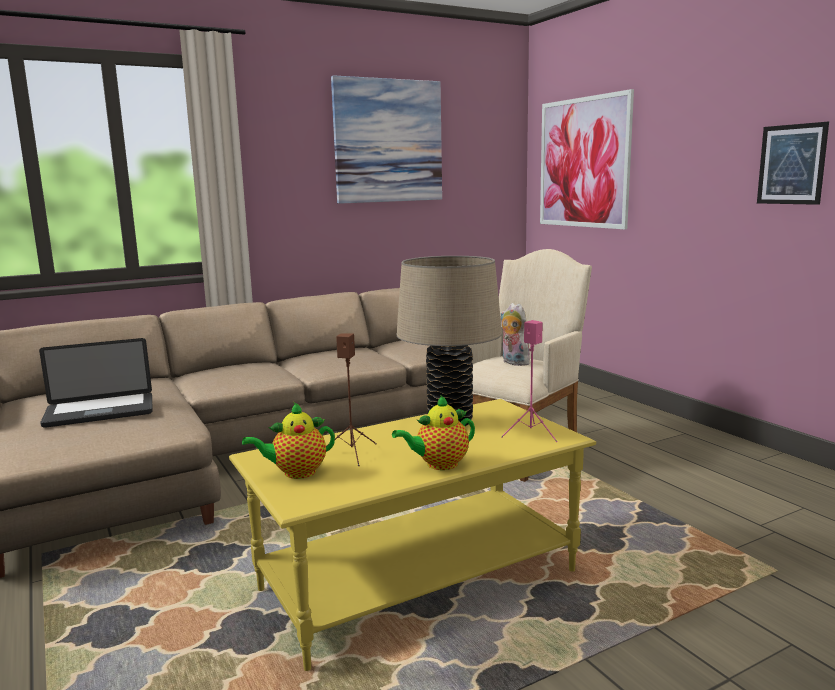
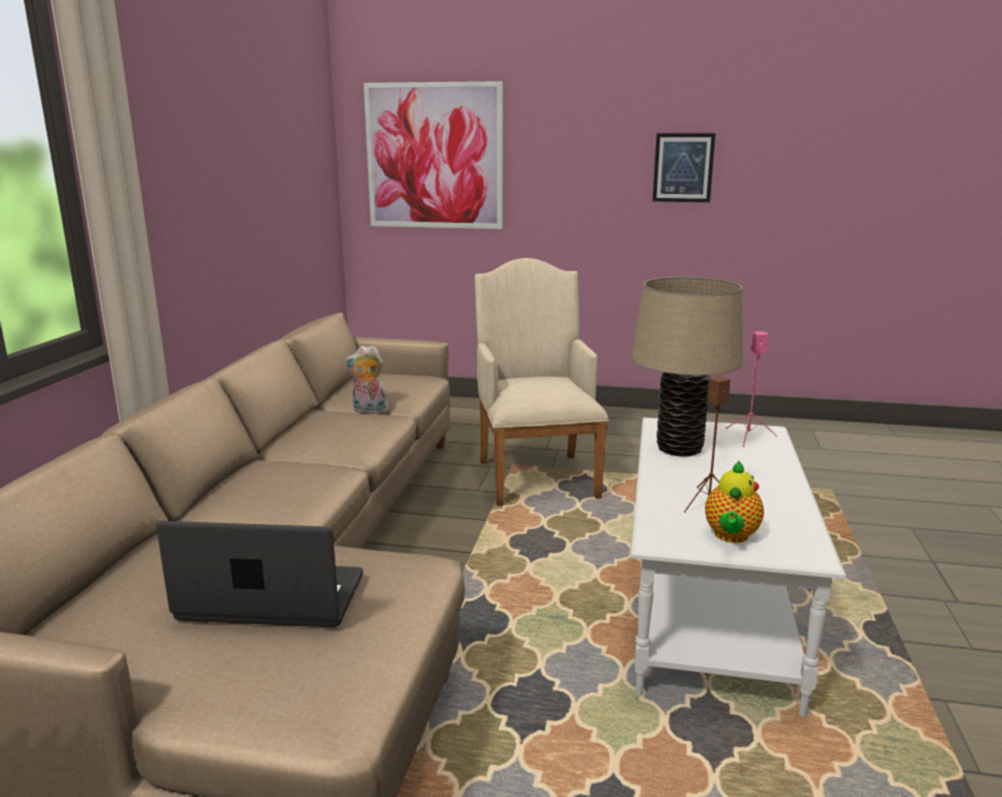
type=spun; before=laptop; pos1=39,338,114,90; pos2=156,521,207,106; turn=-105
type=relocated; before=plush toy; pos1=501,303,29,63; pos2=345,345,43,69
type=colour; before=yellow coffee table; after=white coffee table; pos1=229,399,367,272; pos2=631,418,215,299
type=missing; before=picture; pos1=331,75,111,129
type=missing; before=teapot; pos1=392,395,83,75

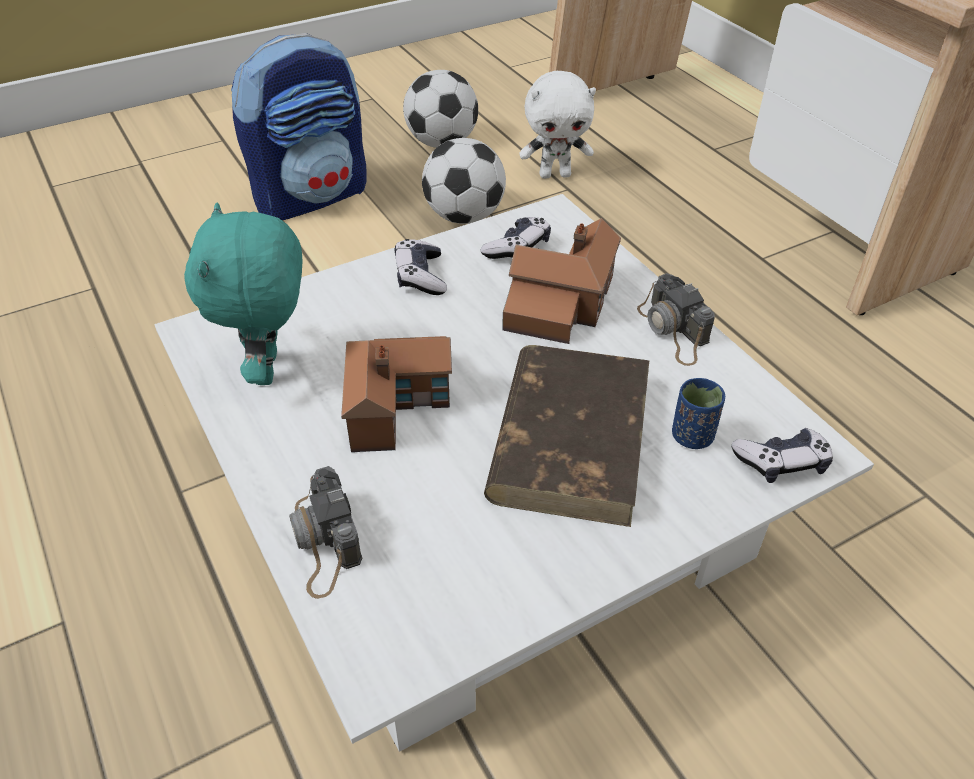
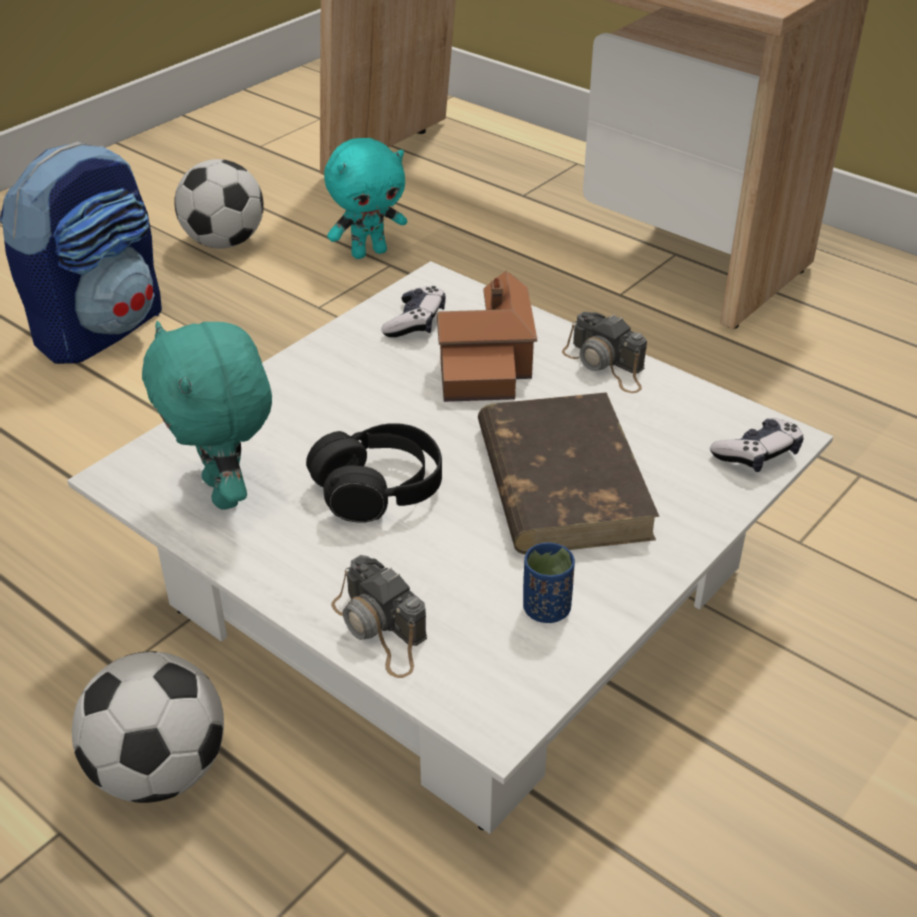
type=relocated; before=football; pos1=422,138,84,86; pos2=72,651,152,152
type=exchanged; before=toy house; after=black headphones; pos1=341,336,111,116; pos2=306,423,136,100
type=colour; before=white plush toy; after=turquoise plush toy; pos1=519,71,77,108; pos2=324,138,83,121
type=relocated; before=blue cup; pos1=672,378,53,71; pos2=523,542,52,81
type=missing; before=game controller; pos1=395,239,52,56

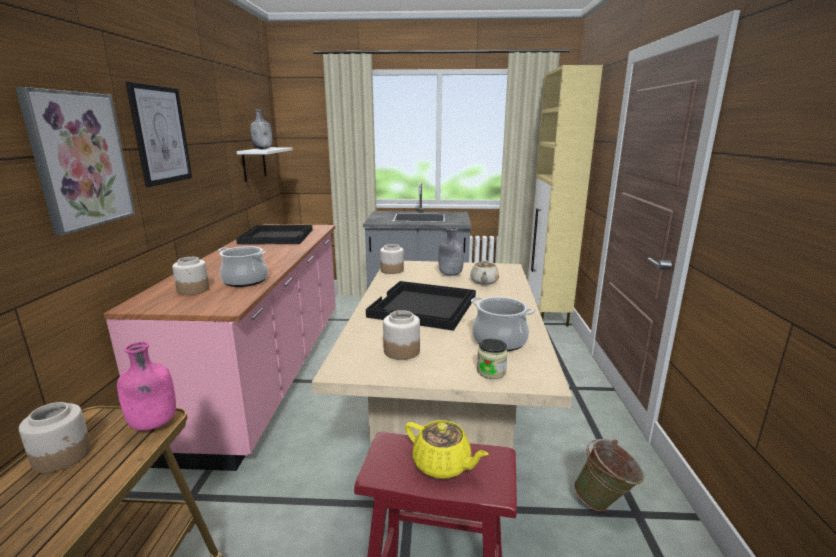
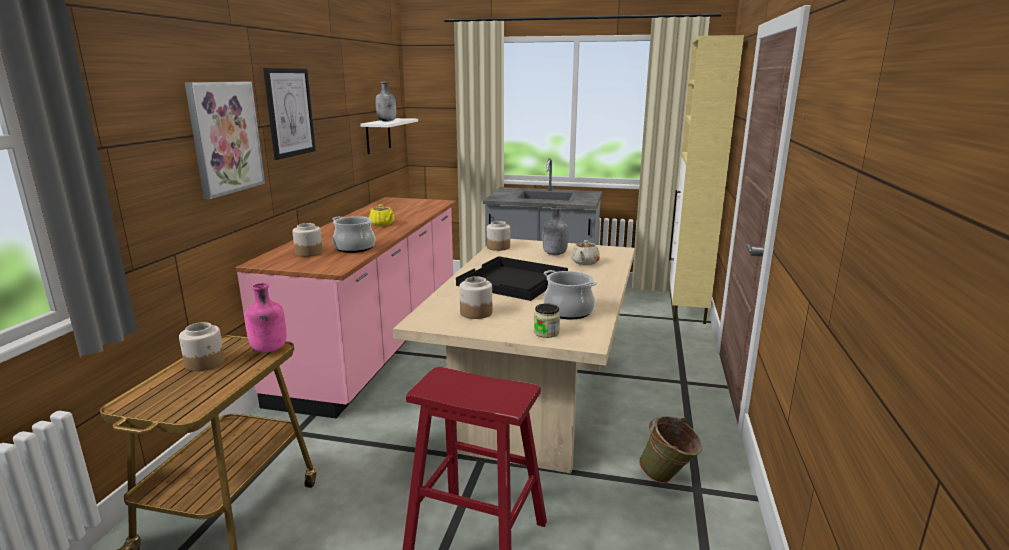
type=relocated; before=yellow teapot; pos1=405,420,84,59; pos2=369,205,26,21
type=missing; before=black tray; pos1=236,225,76,20

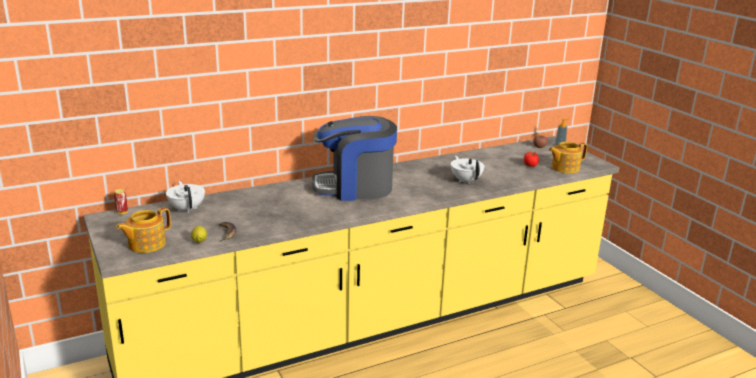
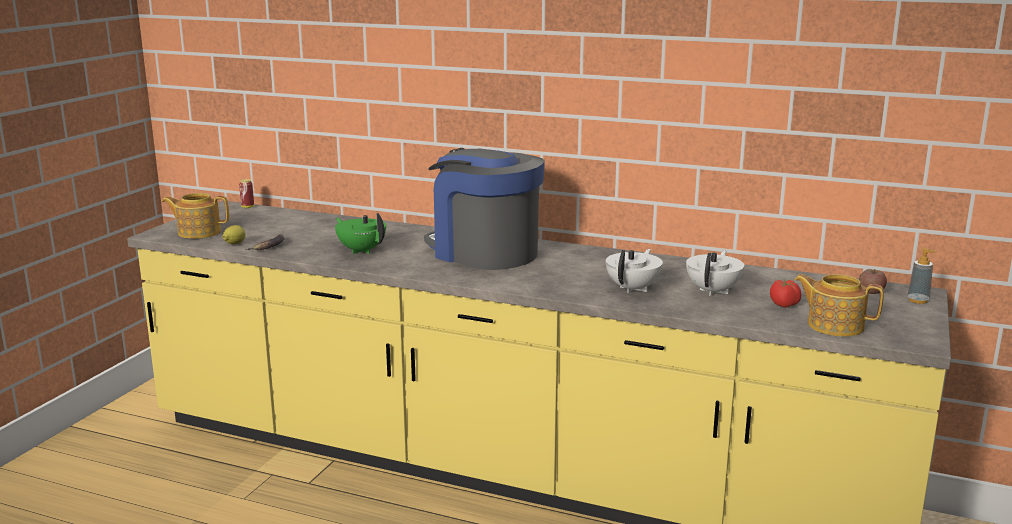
type=appeared; after=green teapot; pos2=335,213,51,41
type=relocated; before=white teapot; pos1=166,181,39,32; pos2=686,250,58,46

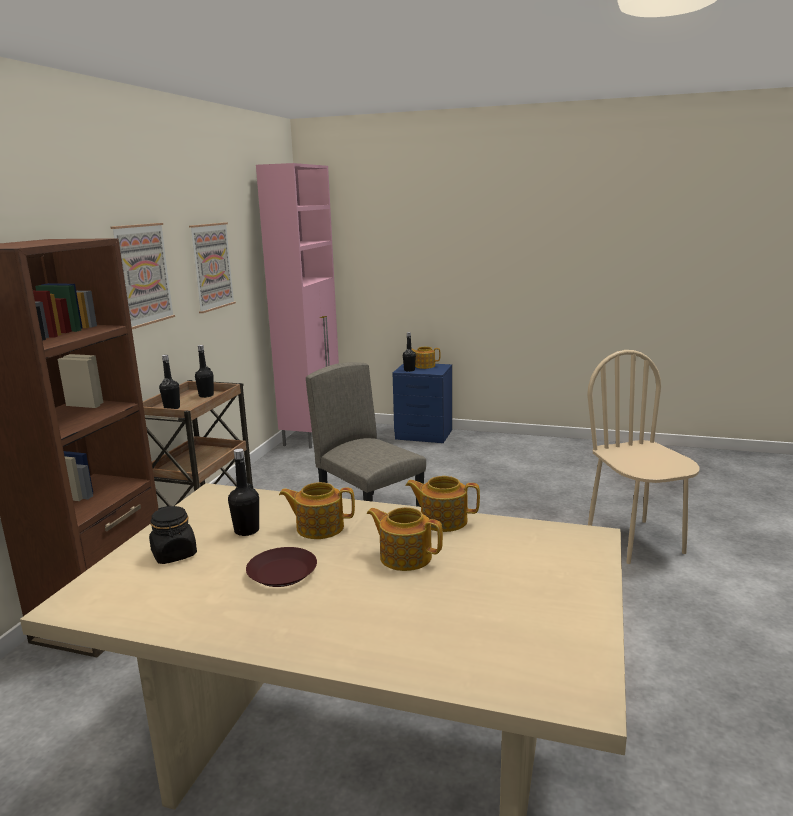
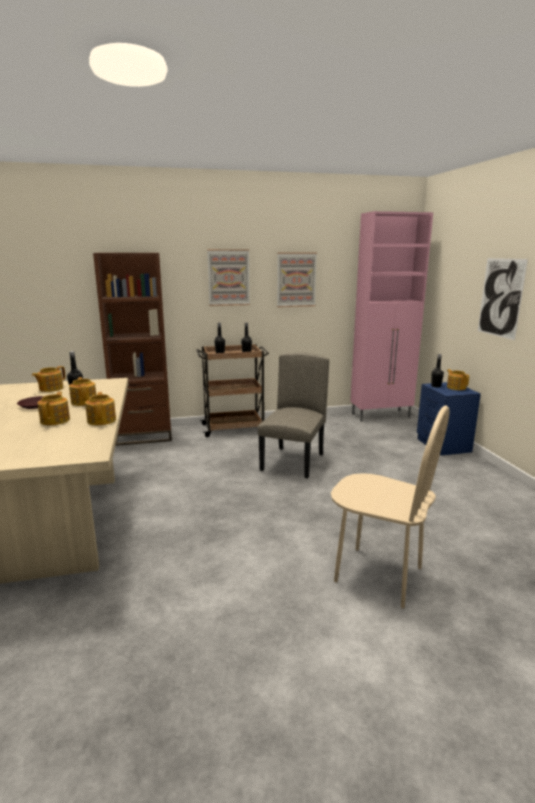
type=exchanged; before=black jar; after=teapot; pos1=149,506,48,58; pos2=32,366,34,26
type=spun; before=beige chair; pos1=587,350,113,214; pos2=331,406,119,202; turn=75
type=appeared; after=picture; pos2=478,258,50,82

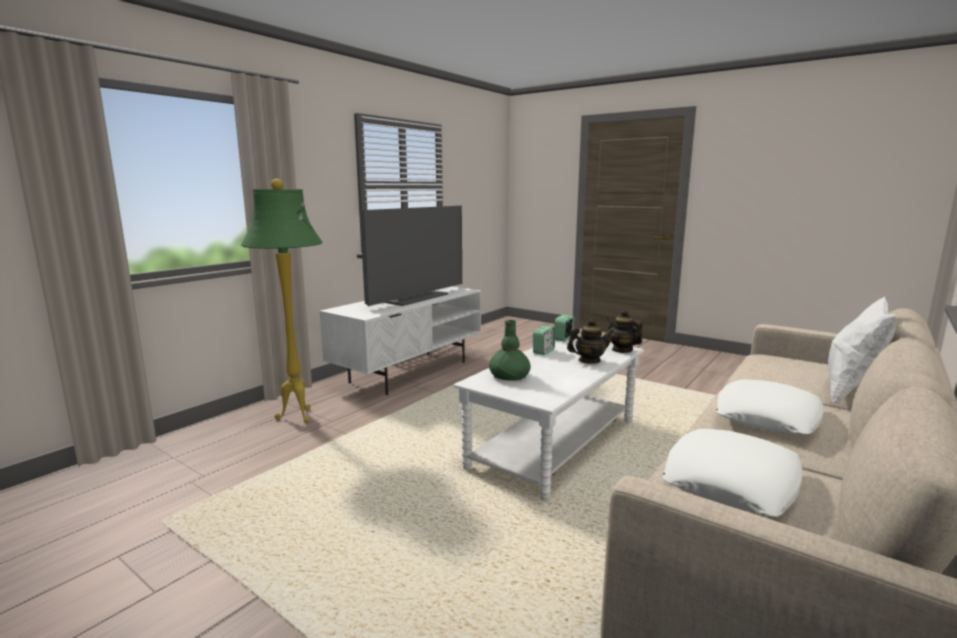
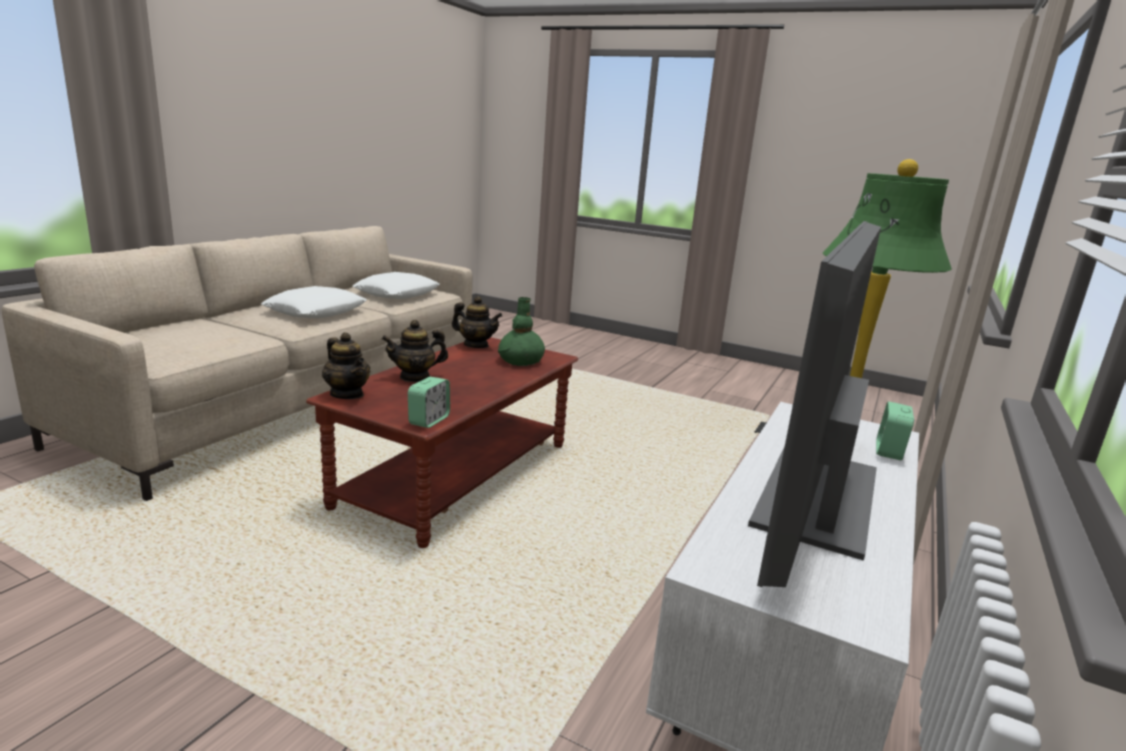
type=colour; before=white coffee table; after=brown coffee table; pos1=453,339,191,161; pos2=306,337,272,211
type=appeared; after=teapot; pos2=452,296,50,52
type=relocated; before=alarm clock; pos1=533,326,22,29; pos2=876,401,38,59
type=missing; before=white pillow; pos1=828,297,69,106

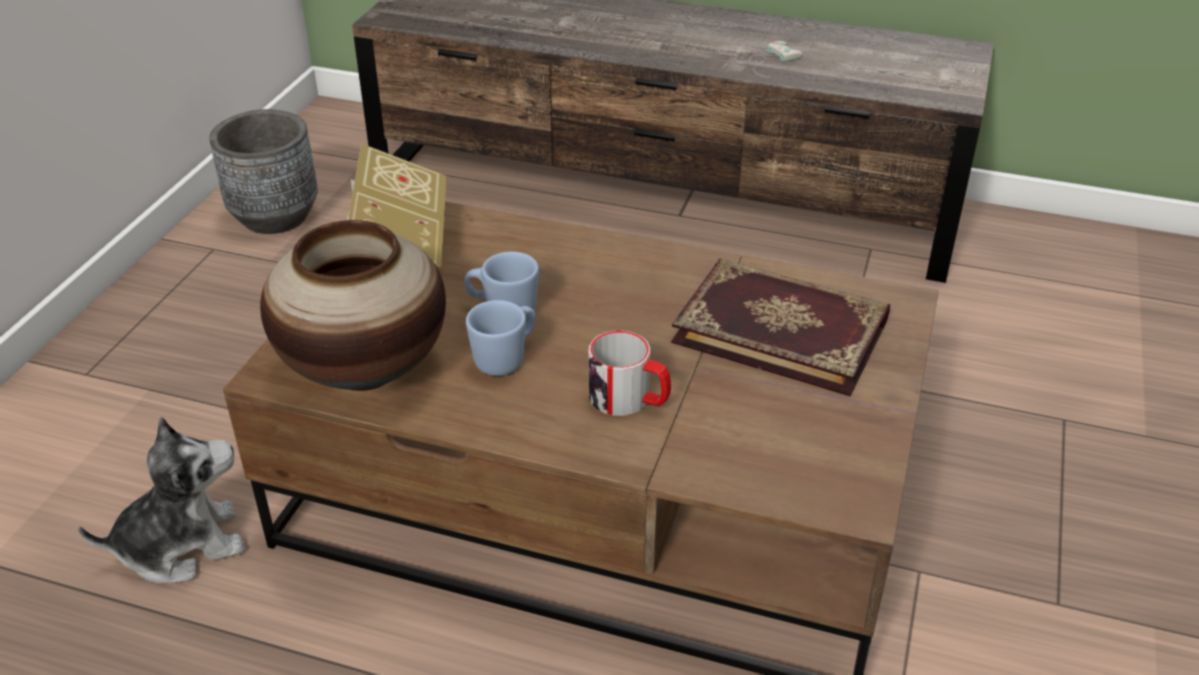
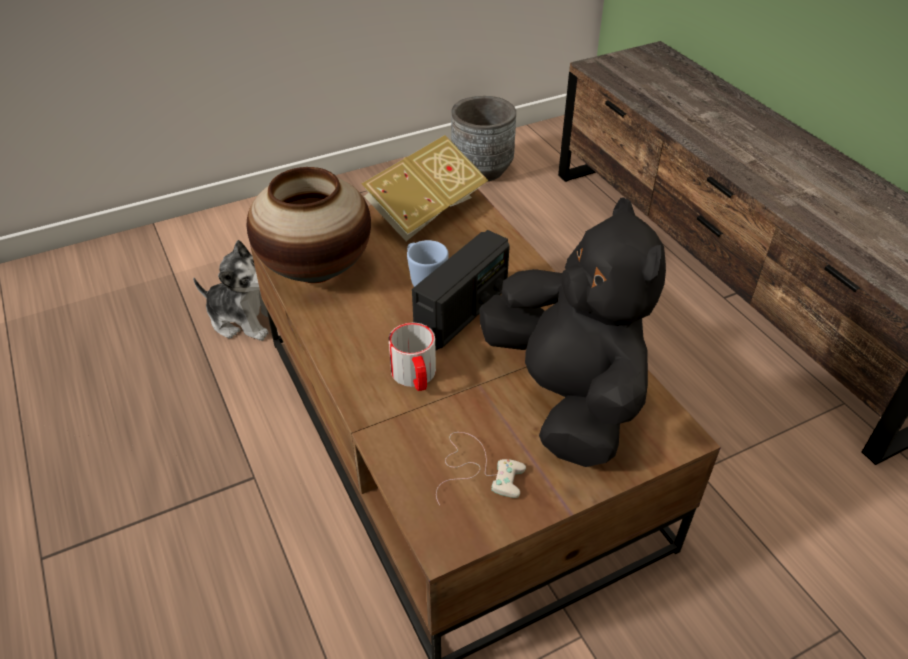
type=appeared; after=radio; pos2=412,230,98,121
type=relocated; before=white game controller; pos1=719,41,84,36; pos2=436,432,90,73
type=exchanged; before=book; after=black plush toy; pos1=671,259,219,137; pos2=479,197,187,270
type=missing; before=blue mug; pos1=466,300,70,76

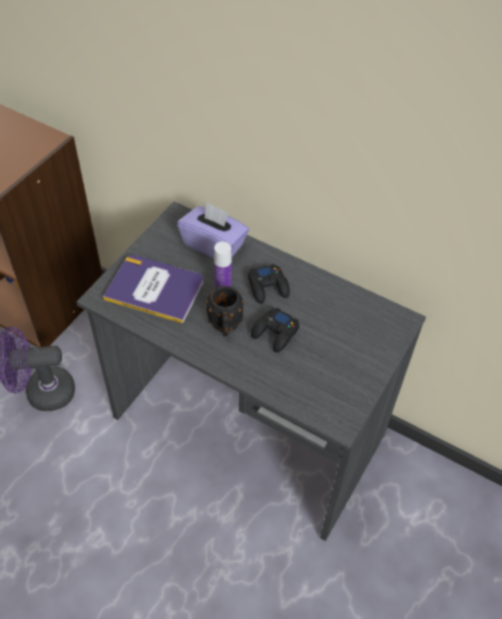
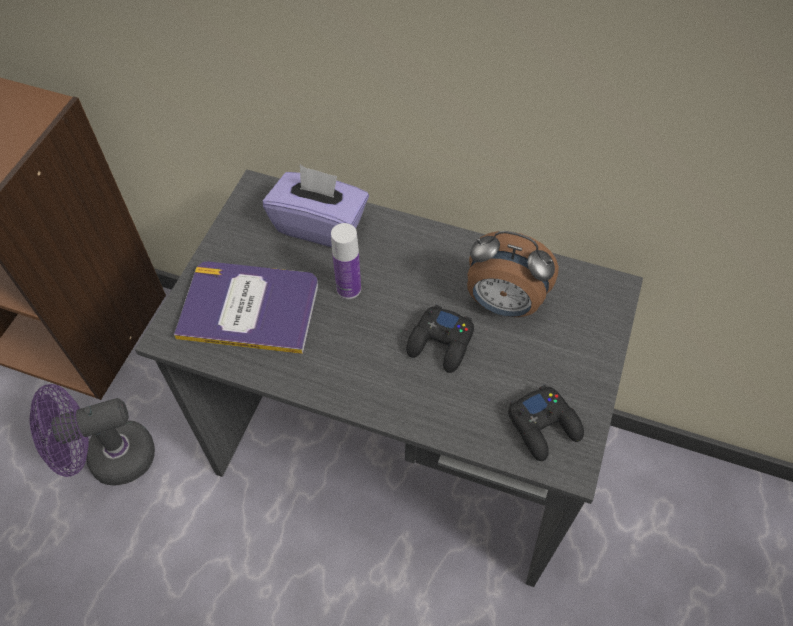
type=appeared; after=alarm clock; pos2=467,231,92,86
type=relocated; before=black game controller; pos1=248,264,42,40; pos2=508,385,76,76
type=missing; before=black mug; pos1=206,286,38,50

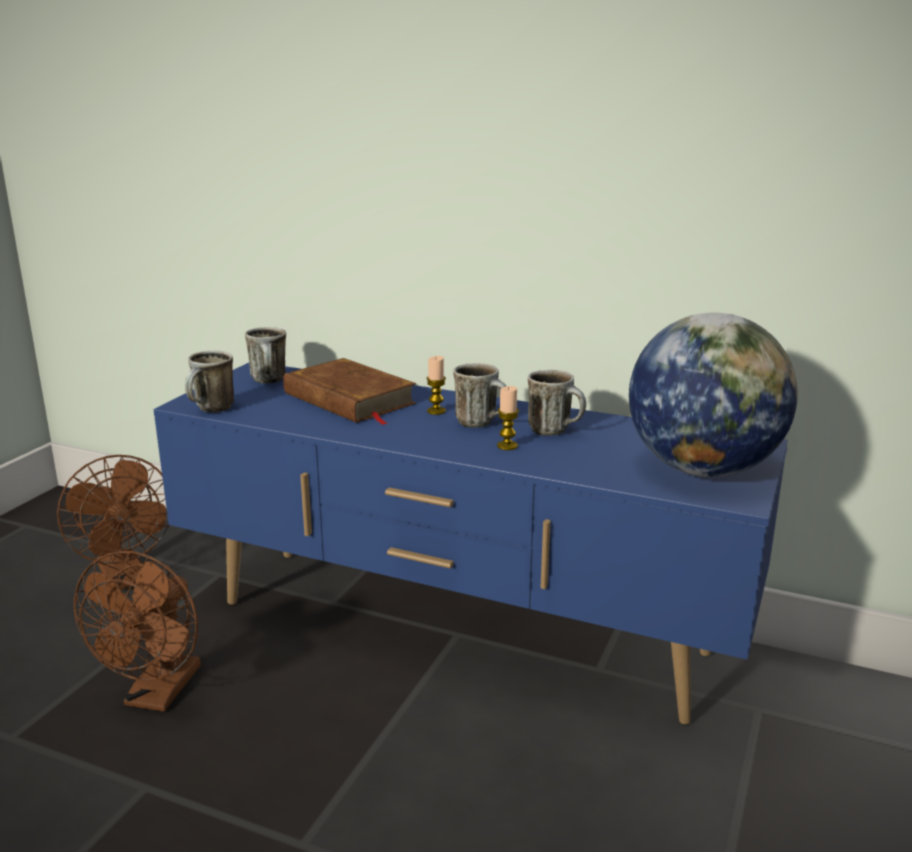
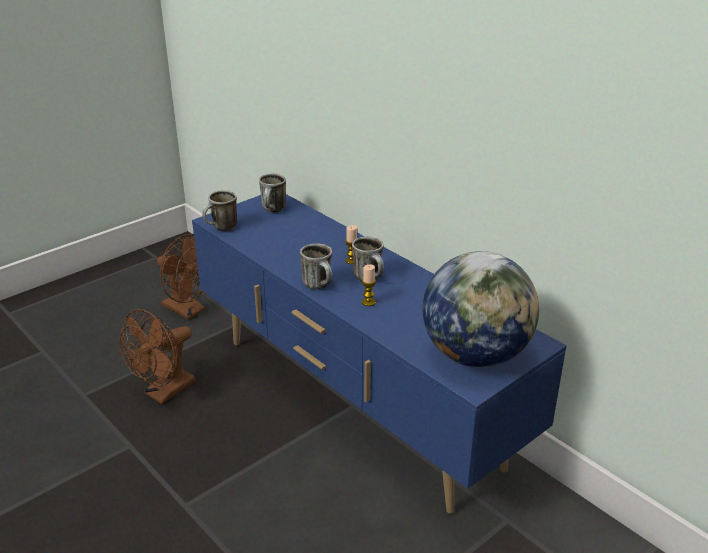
type=spun; before=brown fan; pos1=57,455,112,135; pos2=157,234,48,86; turn=-45
type=relocated; before=mug; pos1=528,370,58,66; pos2=300,244,32,46
type=missing; before=brown book; pos1=283,358,133,67

